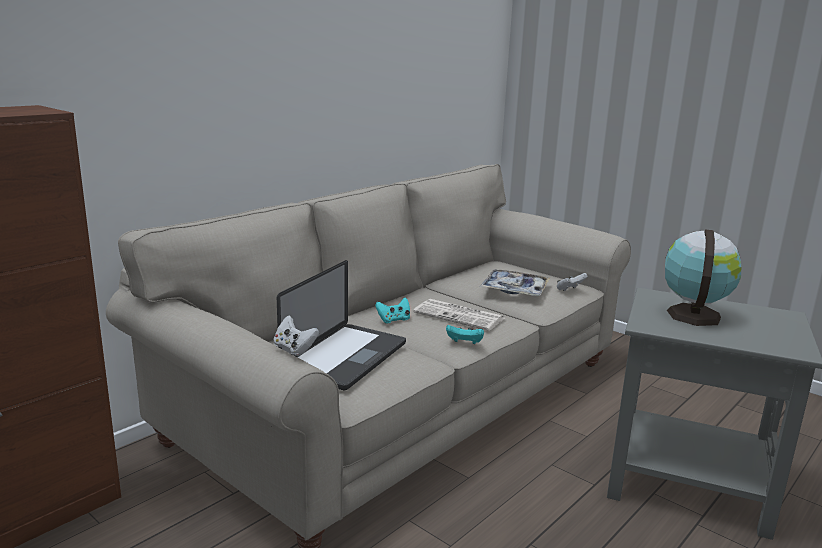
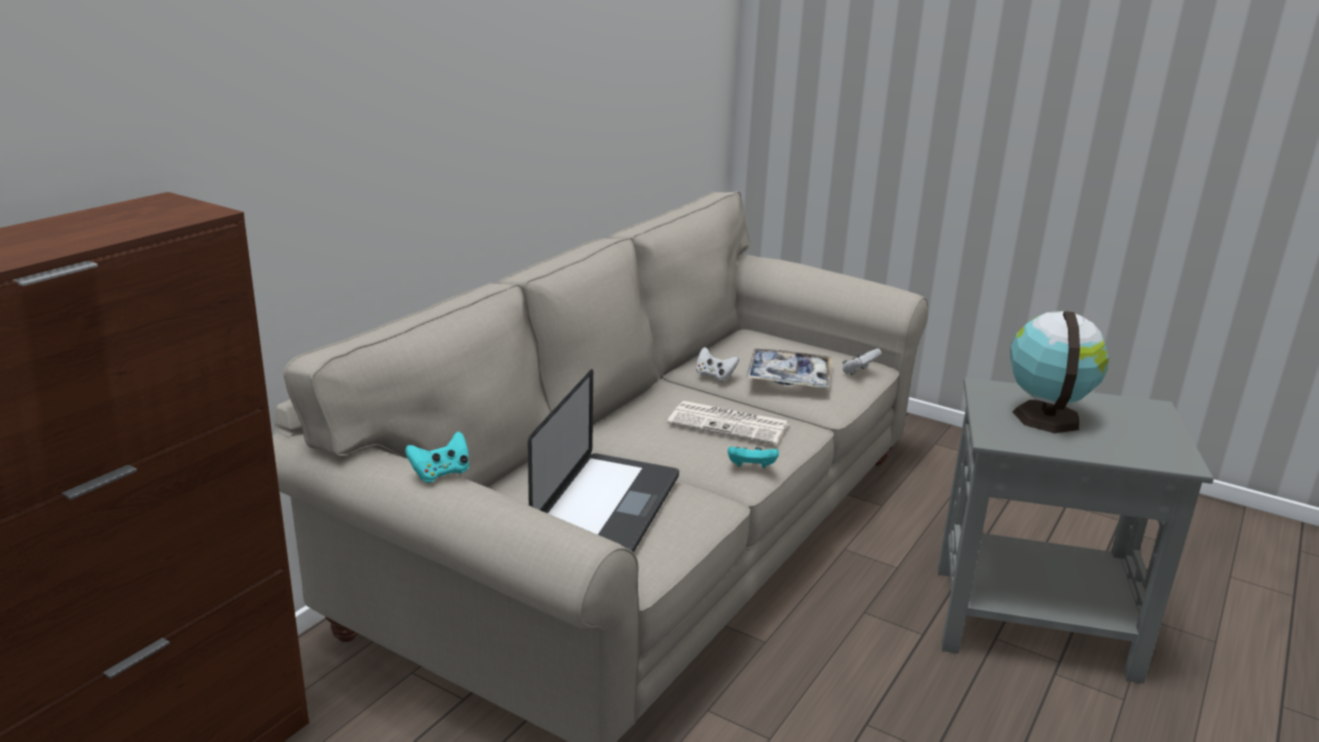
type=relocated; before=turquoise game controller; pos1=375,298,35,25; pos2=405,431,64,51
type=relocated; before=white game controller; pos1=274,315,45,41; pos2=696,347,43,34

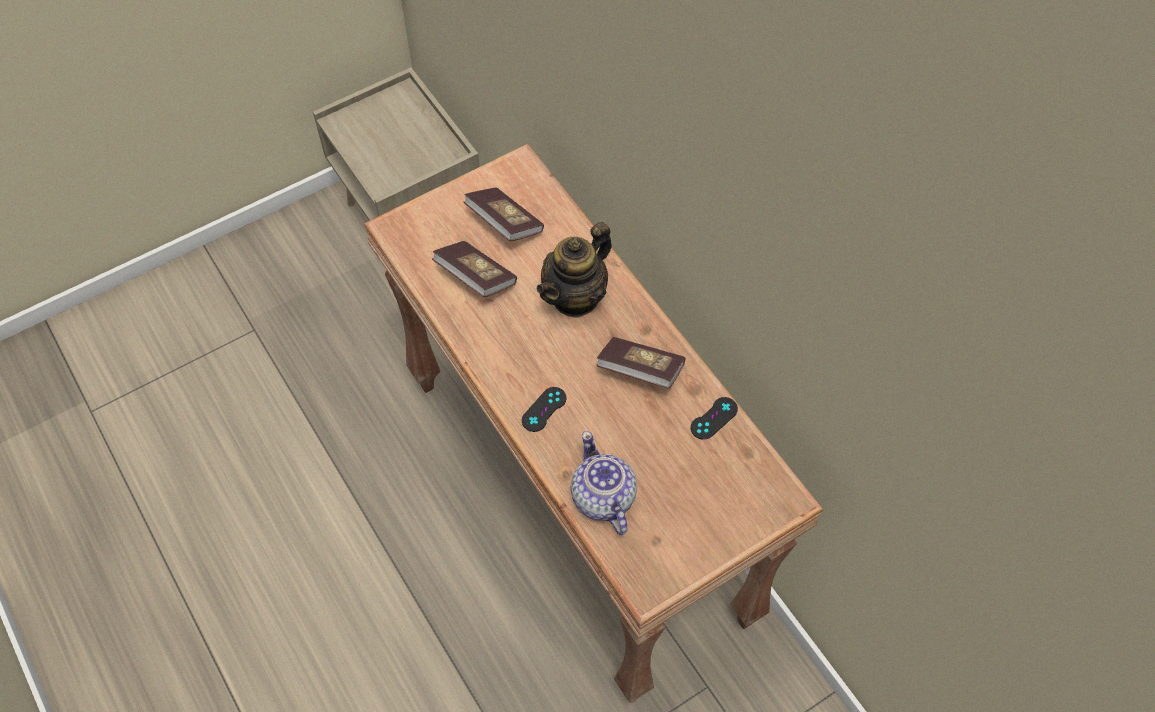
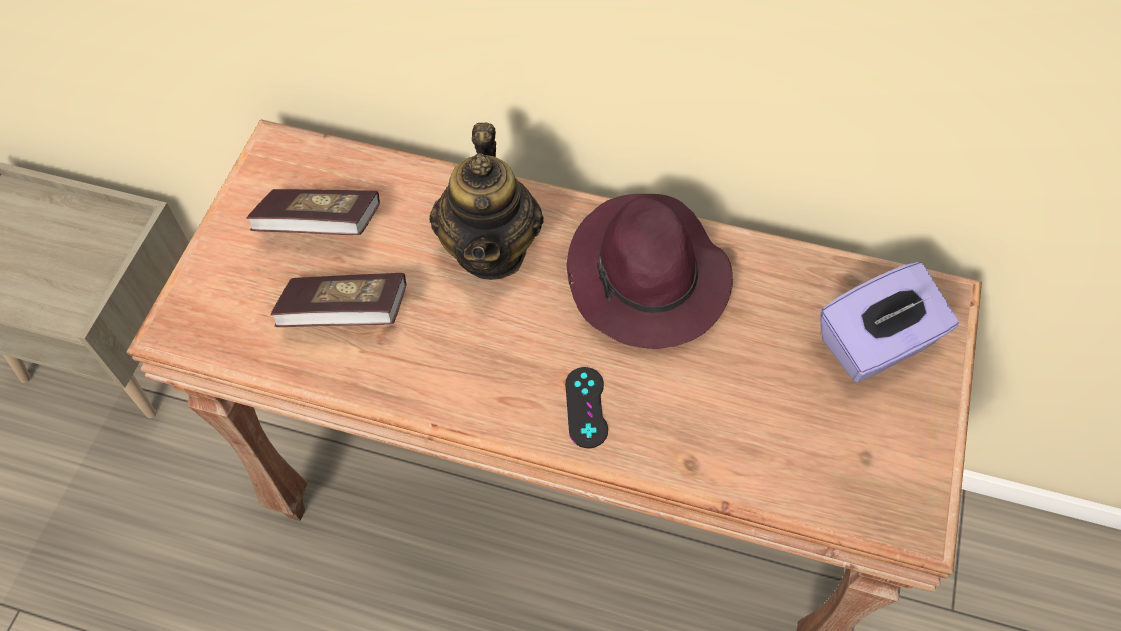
type=exchanged; before=book; after=purple hat; pos1=596,337,89,52; pos2=566,194,167,155
type=appeared; after=purple tissue box; pos2=820,262,139,121
type=missing; before=teapot; pos1=571,431,66,104
type=missing; before=black game controller; pos1=691,397,47,43

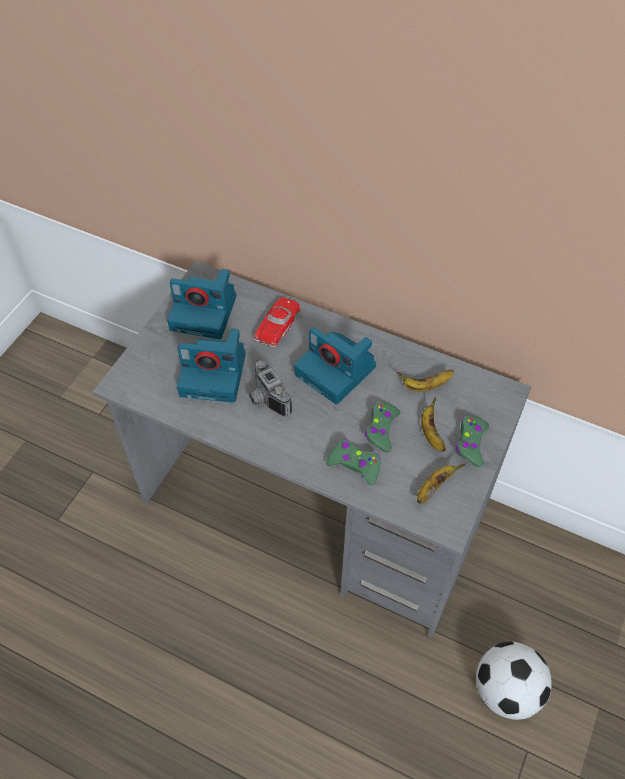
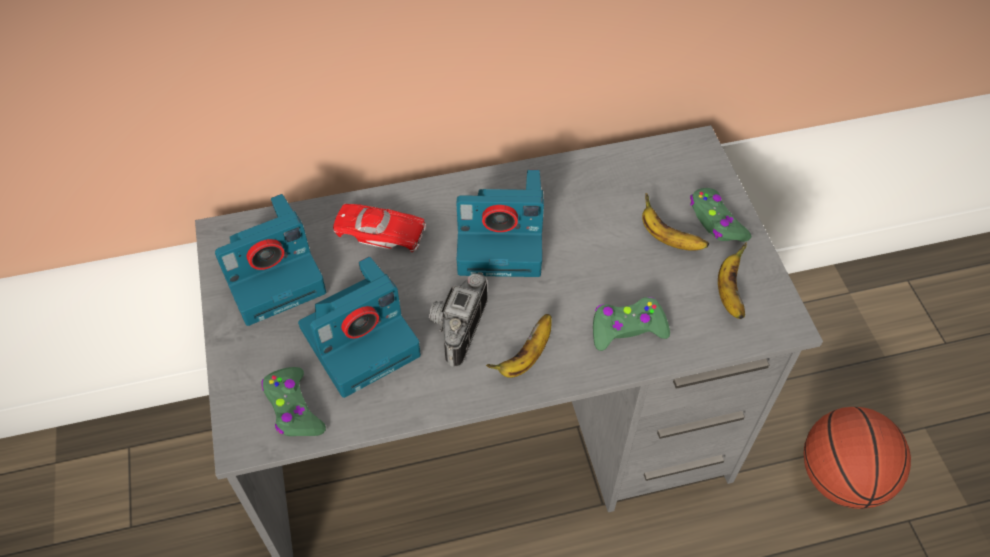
type=relocated; before=green game controller; pos1=365,402,35,50; pos2=262,367,64,69
type=spun; before=red toy car; pos1=254,297,46,50; pos2=333,204,93,48; turn=-60
type=spun; before=photo camera; pos1=249,359,43,58; pos2=429,272,59,95; turn=90
type=relocated; before=banana; pos1=397,370,57,22; pos2=486,314,66,64
type=exchanged; before=football; after=basketball; pos1=476,642,76,78; pos2=804,407,107,102

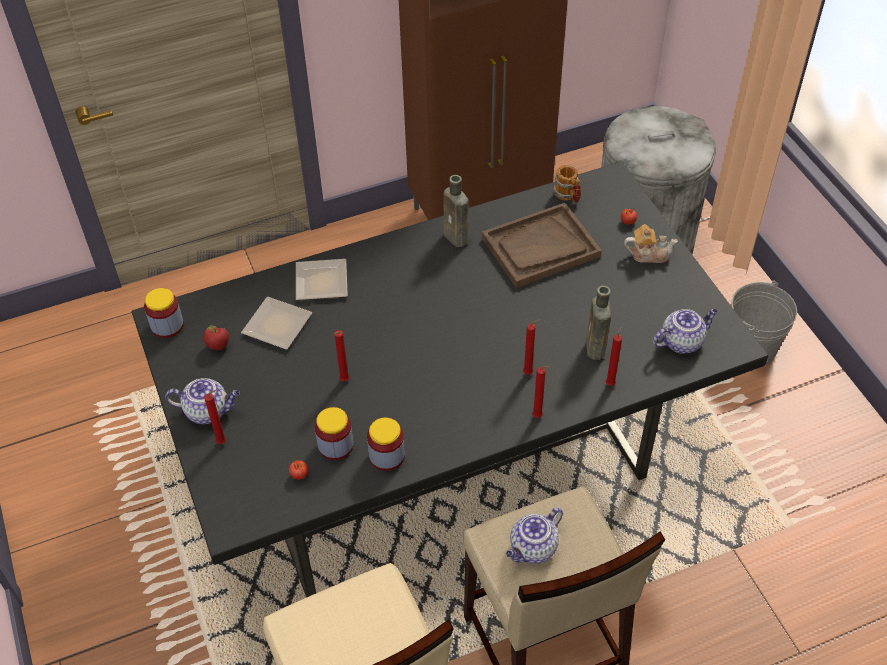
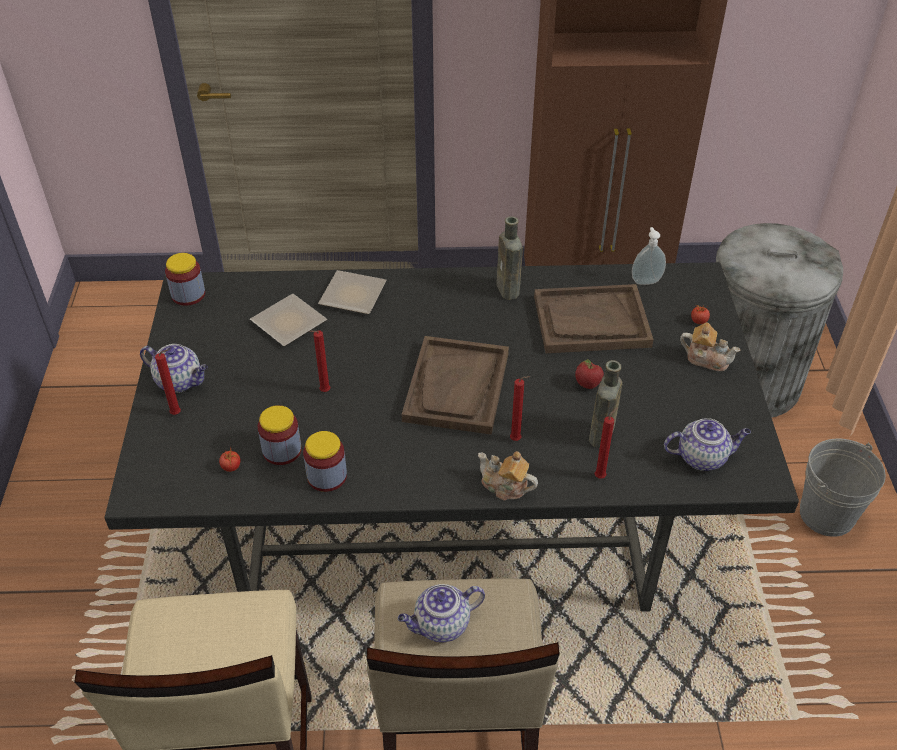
type=appeared; after=brown tray; pos2=402,336,107,99
type=exchanged; before=red candle; after=teapot; pos1=532,366,19,52; pos2=478,451,60,50
type=relocated; before=apple; pos1=204,325,25,25; pos2=575,359,29,30
type=exchanged; before=mug; after=soap dispenser; pos1=553,165,28,38; pos2=632,227,34,58

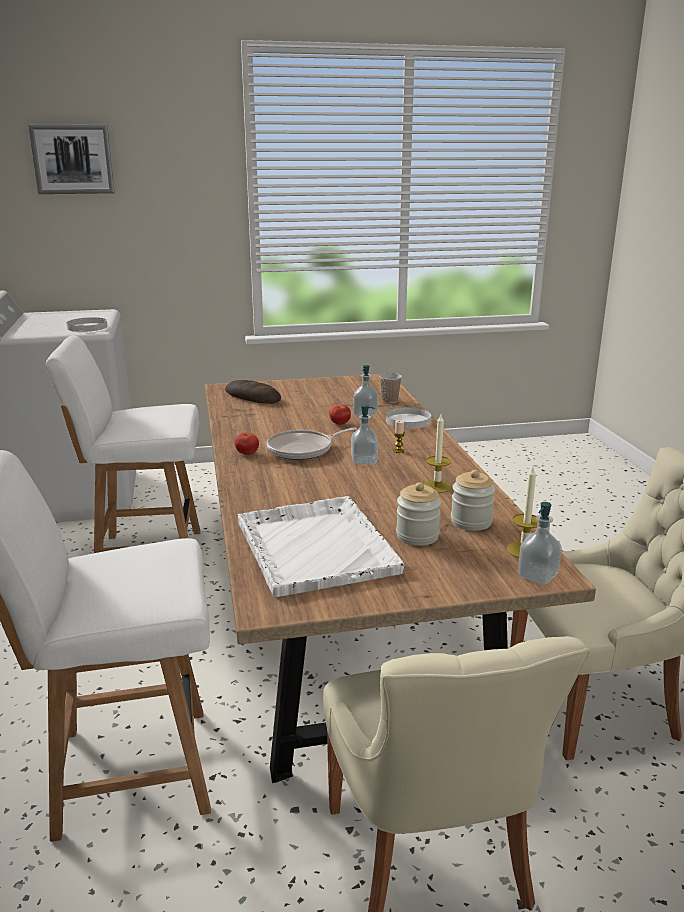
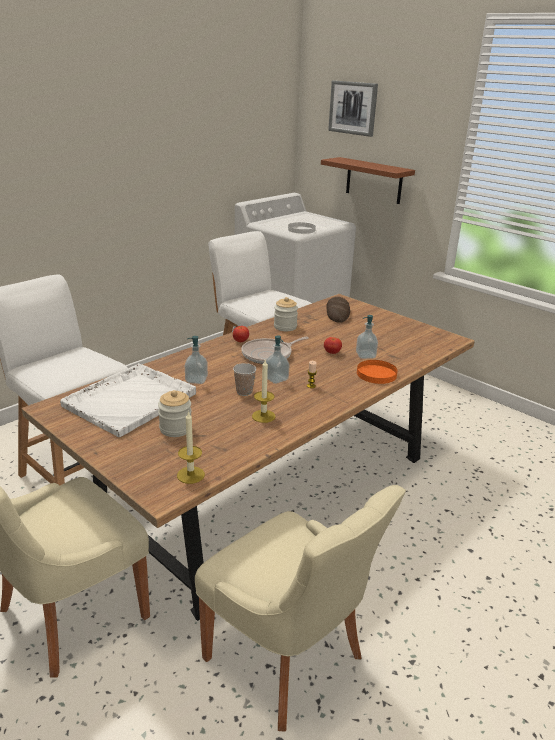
type=relocated; before=soap dispenser; pos1=518,502,44,83; pos2=185,336,23,48
type=relocated; before=cup; pos1=379,373,23,30; pos2=233,363,24,33
type=spun; before=frying pan; pos1=266,427,91,33; pos2=241,337,68,27; turn=-60
type=relocated; before=jar; pos1=451,470,44,61; pos2=274,297,24,34
type=appeared; after=brown shelf; pos2=321,157,94,47
type=colour; before=white plate; after=orange plate; pos1=386,407,45,22; pos2=357,360,41,24

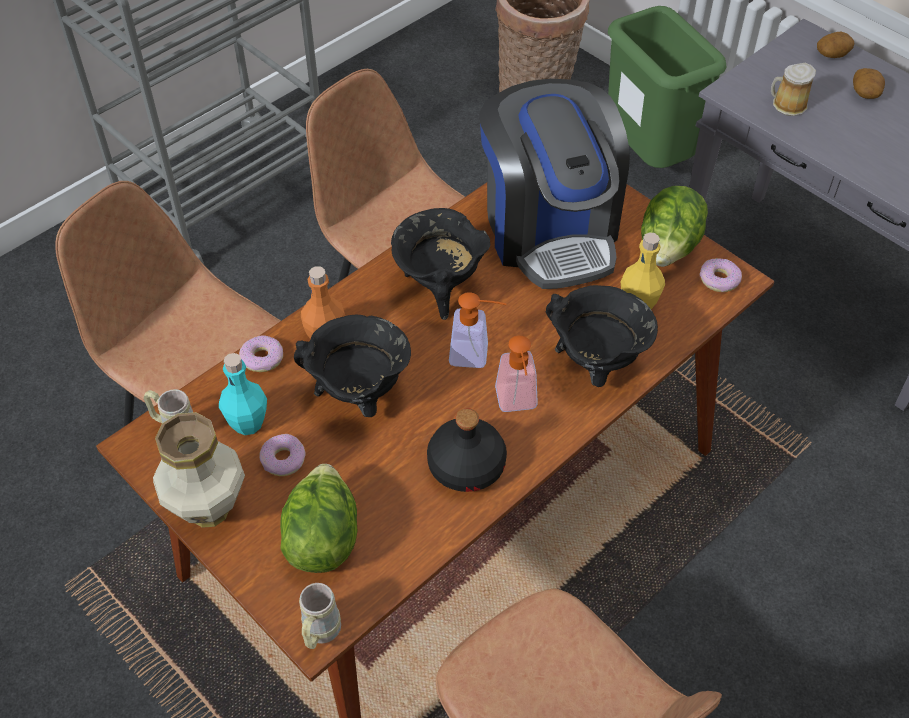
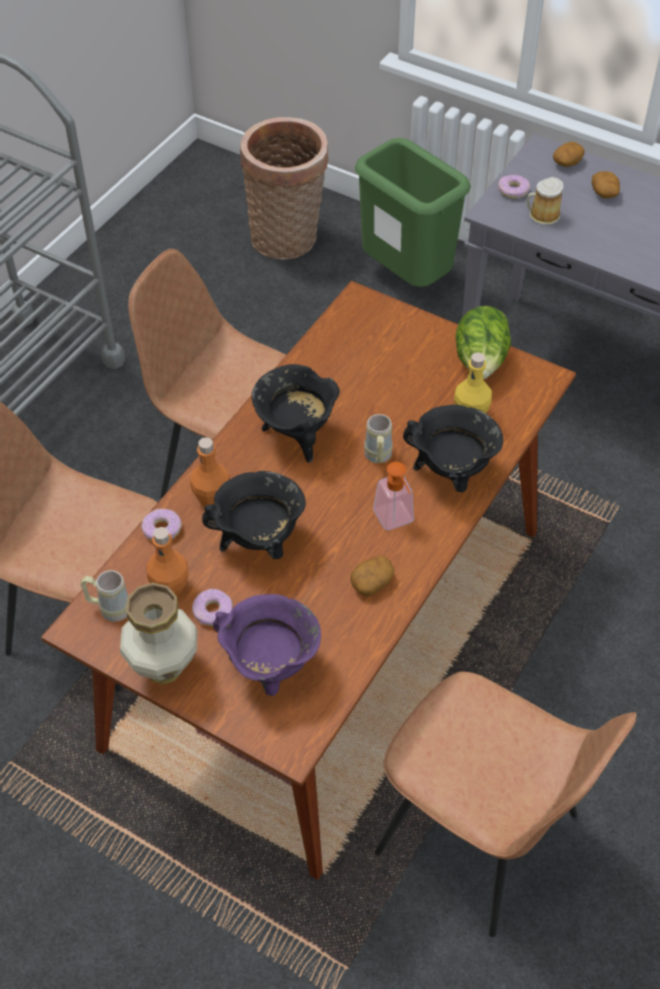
type=colour; before=turquoise bottle; after=orange bottle; pos1=219,353,48,82; pos2=146,527,43,69
type=exchanged; before=lettuce; after=purple cooking pot; pos1=280,464,78,109; pos2=213,594,108,102
type=exchanged; before=black bottle; after=potato; pos1=427,408,80,84; pos2=350,556,44,40
type=relocated; before=beige mug; pos1=299,583,42,66; pos2=364,414,29,49
type=relocated; before=donut; pos1=700,258,42,34; pos2=498,174,32,25
type=missing; before=soap dispenser; pos1=449,292,58,76
type=missing; before=coffee machine; pos1=479,79,151,210

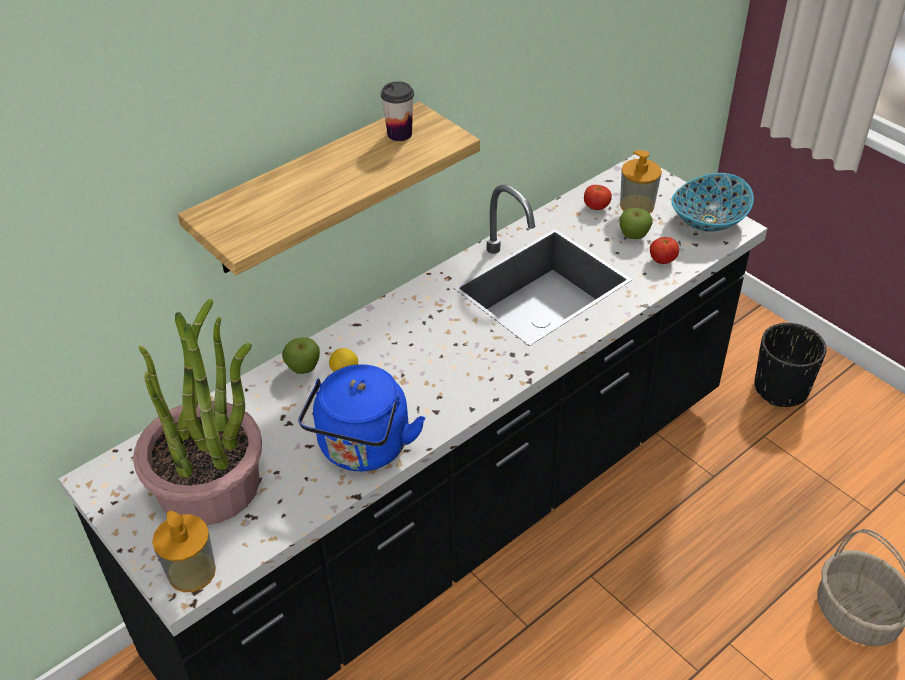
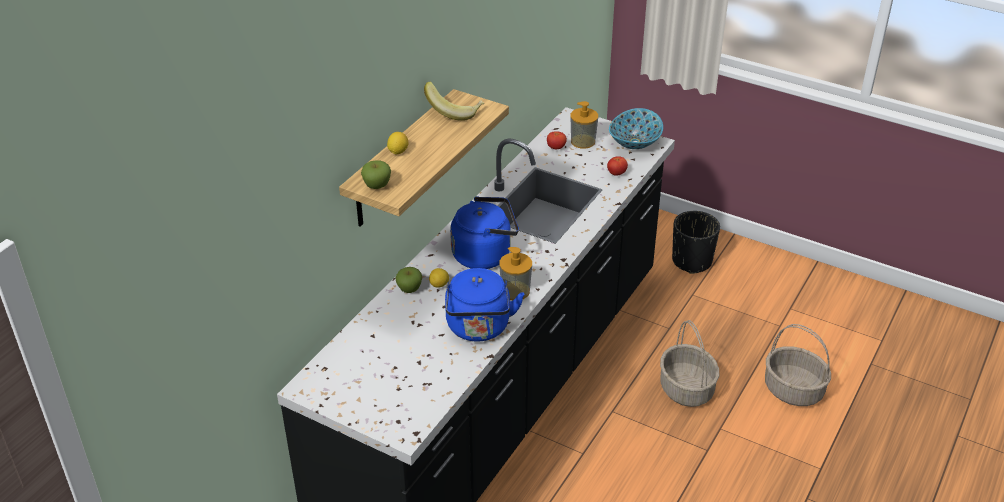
type=relocated; before=apple; pos1=619,208,34,31; pos2=361,161,30,28
type=appeared; after=lemon; pos2=387,132,22,23
type=exchanged; before=cup; after=banana; pos1=381,81,33,60; pos2=424,82,60,39
type=appeared; after=blue kettle; pos2=450,196,69,73
type=relocated; before=soap dispenser; pos1=152,511,64,81; pos2=499,247,33,53
type=appeared; after=basket; pos2=660,320,59,87
type=missing; before=potted plant; pos1=133,299,129,226

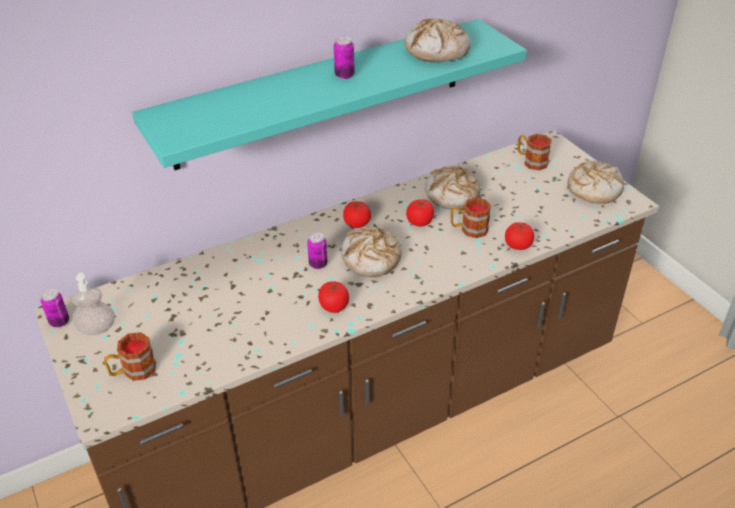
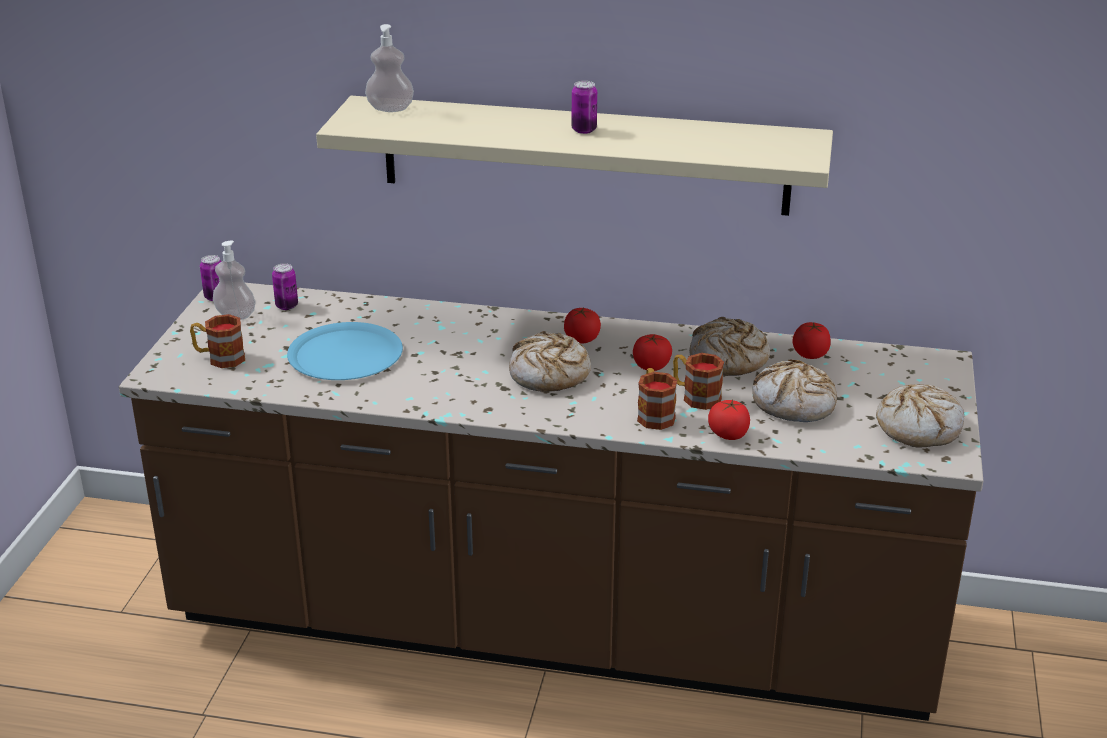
type=relocated; before=can; pos1=307,233,20,36; pos2=272,263,26,47
type=appeared; after=blue plate; pos2=287,322,116,58
type=colour; before=turquoise shelf; after=beige shelf; pos1=132,19,395,151; pos2=316,96,517,120
type=appeared; after=soap dispenser; pos2=365,24,49,88
type=relocated; before=mug; pos1=517,134,35,36; pos2=637,368,40,62
type=relocated; before=bread; pos1=405,18,66,44; pos2=752,359,85,63
type=relocated; before=tomato; pos1=318,281,31,32; pos2=793,322,38,37

